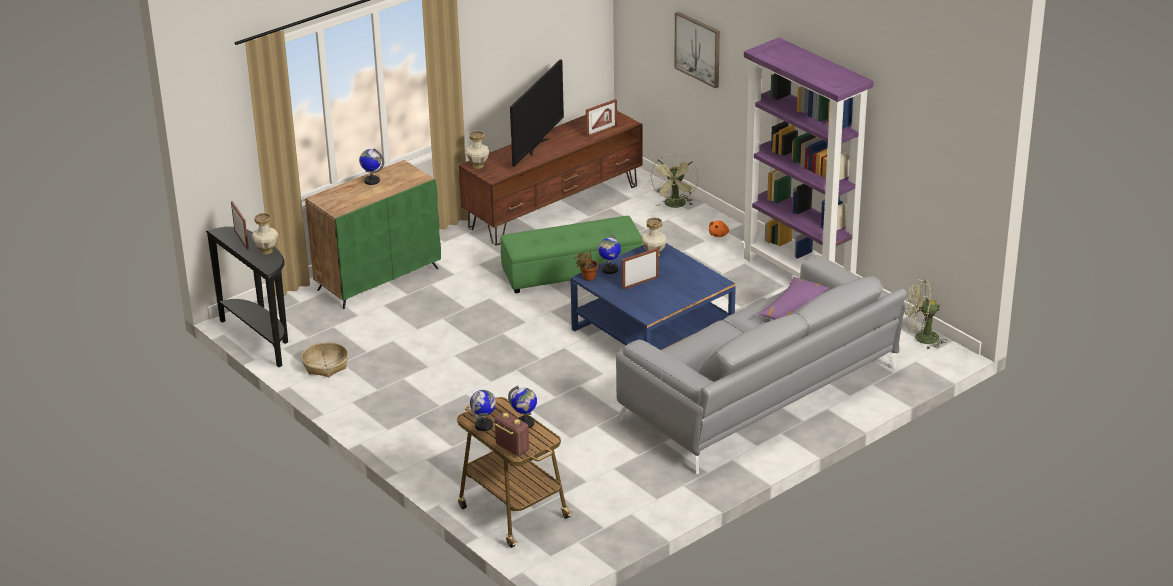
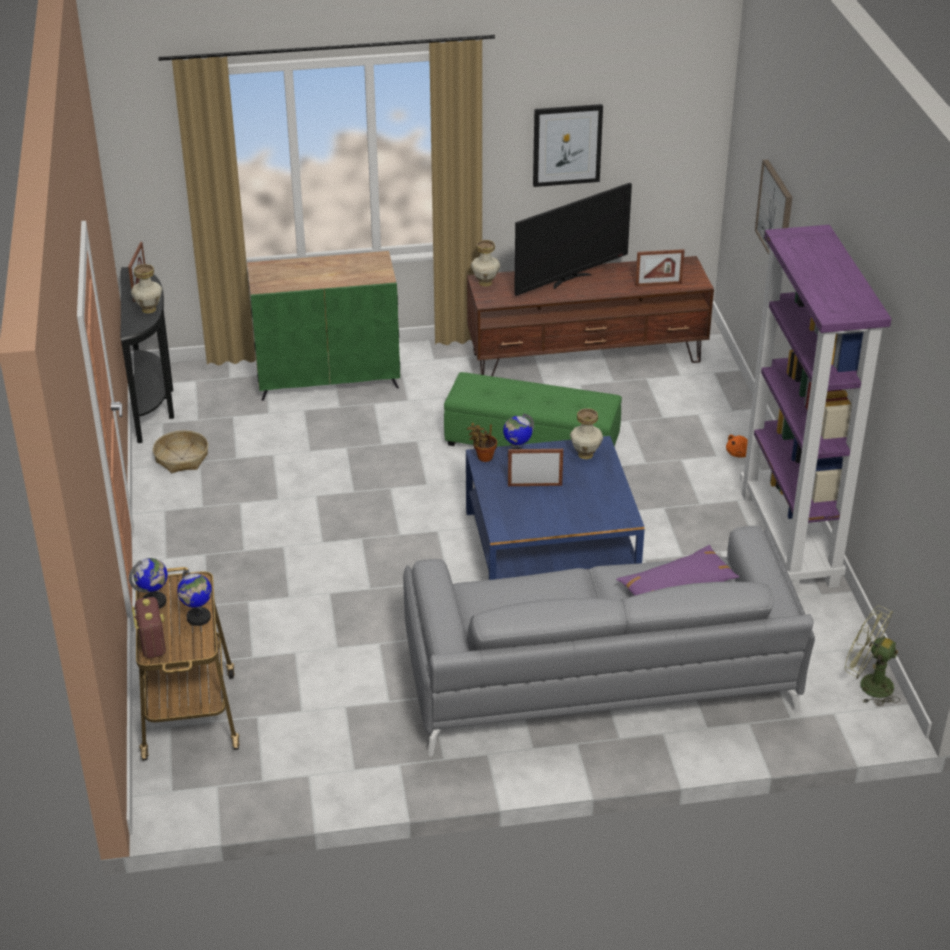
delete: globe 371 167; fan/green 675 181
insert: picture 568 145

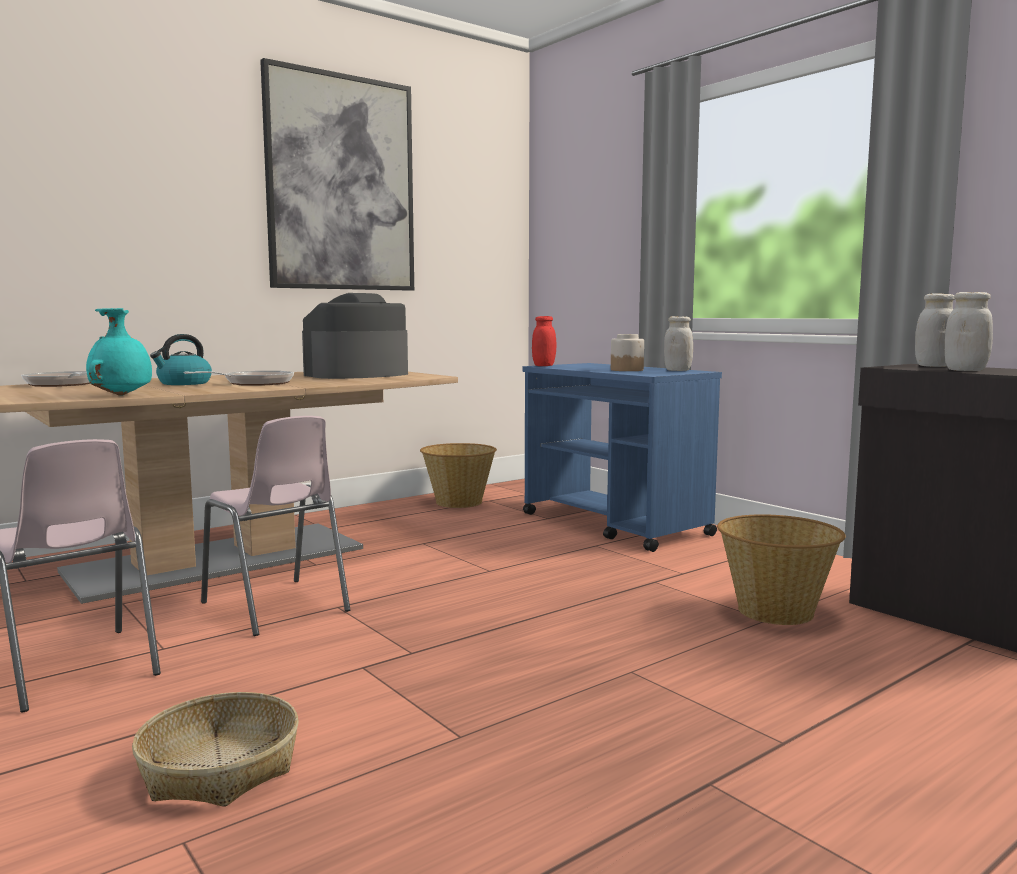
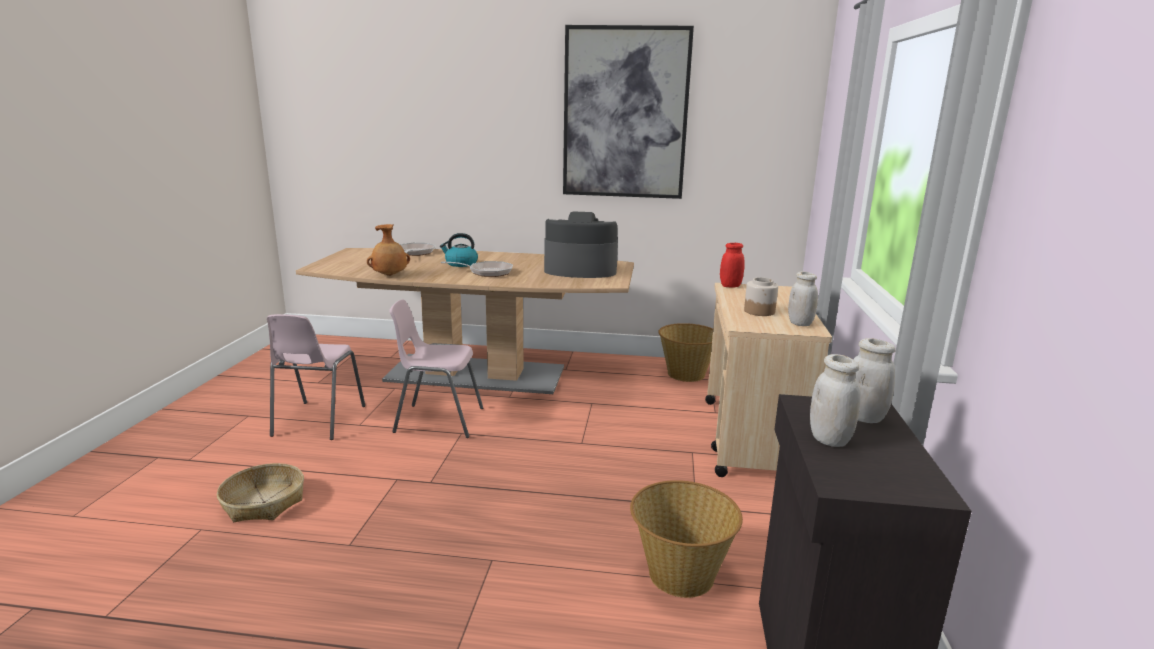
recolor: vase/turquoise 119 352 to vase/brown 388 250; cart/blue 622 457 to cart/beige 768 380
rotate: chair/pink 275 526 = 436 368 90 degrees clockwise

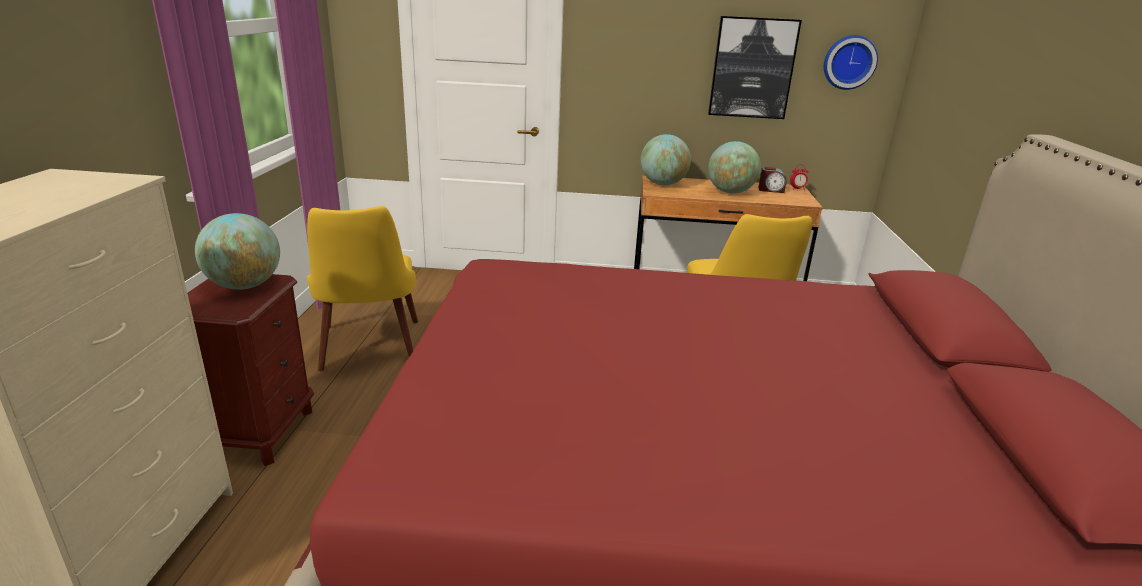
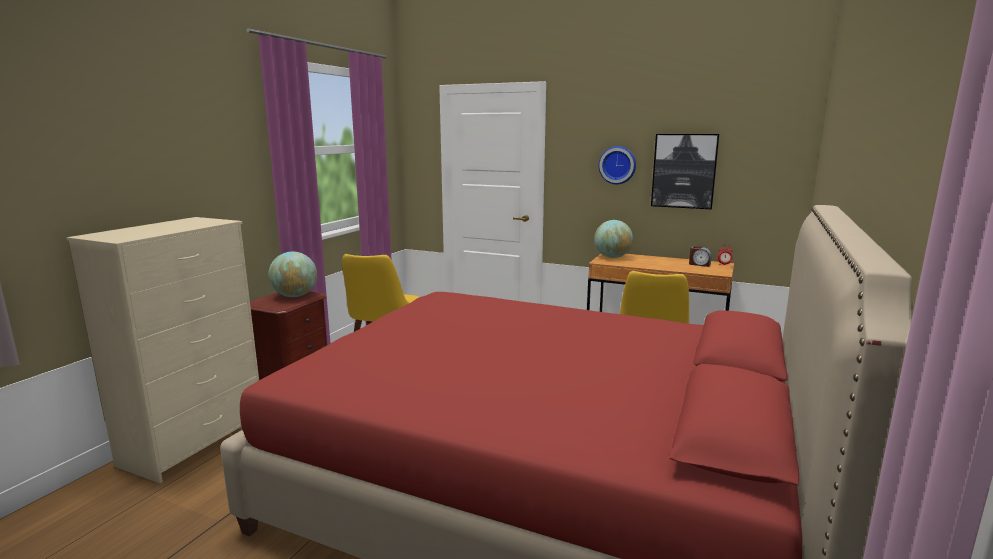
delete: globe 734 167
move: wall clock 851 62 to 617 165

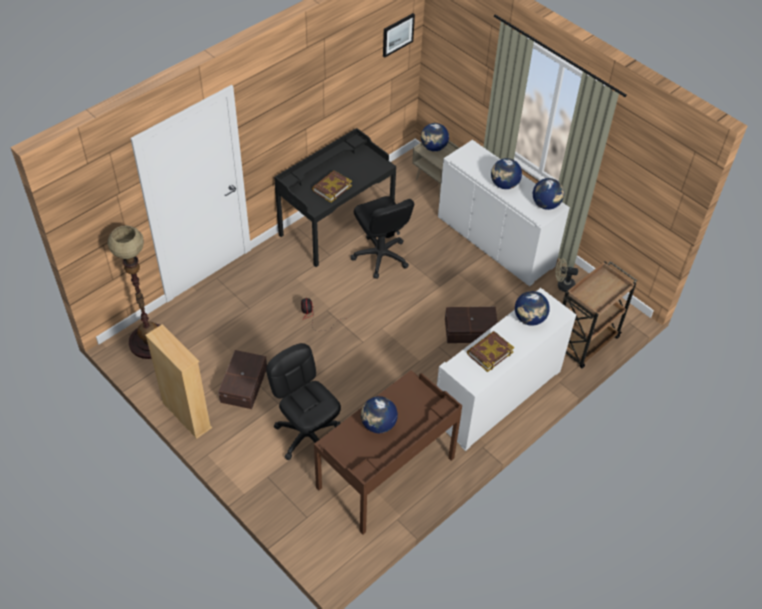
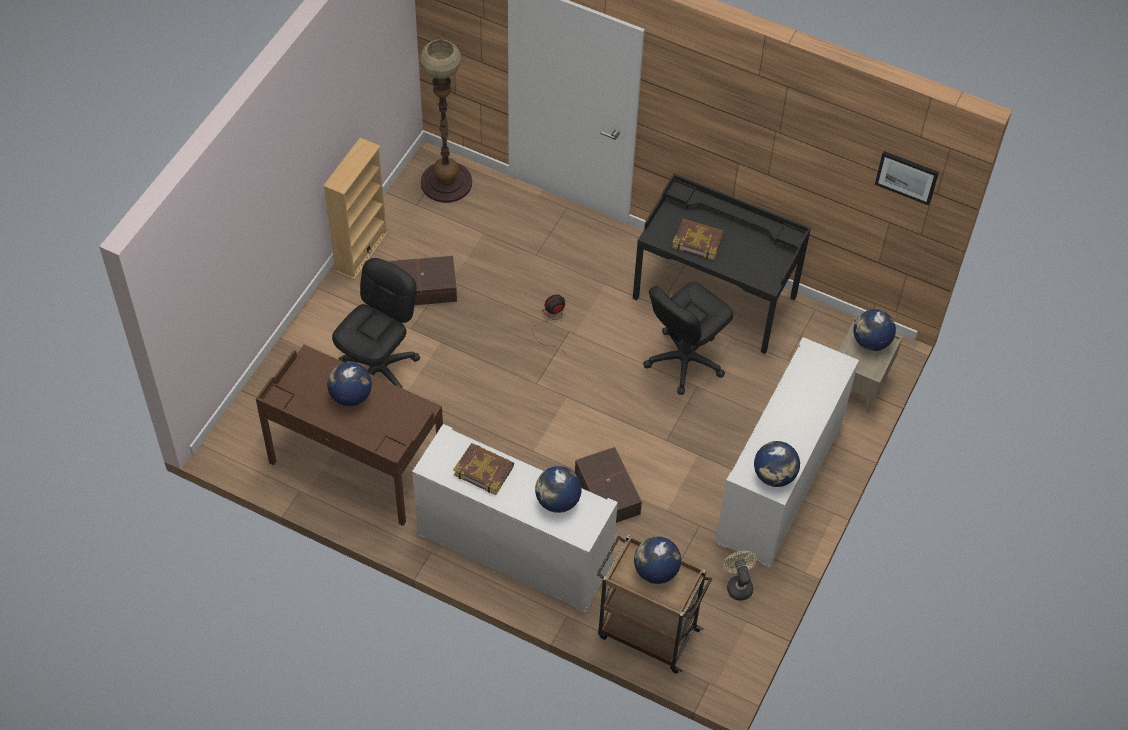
move: globe 506 173 to 657 560

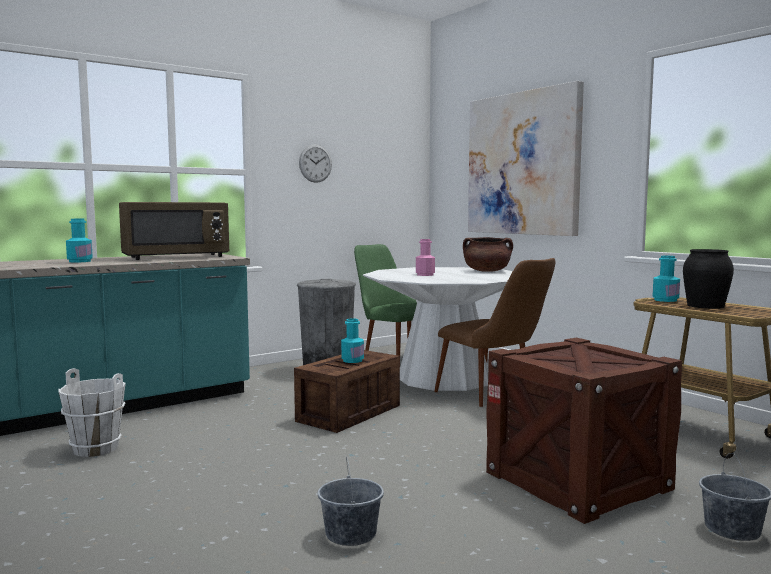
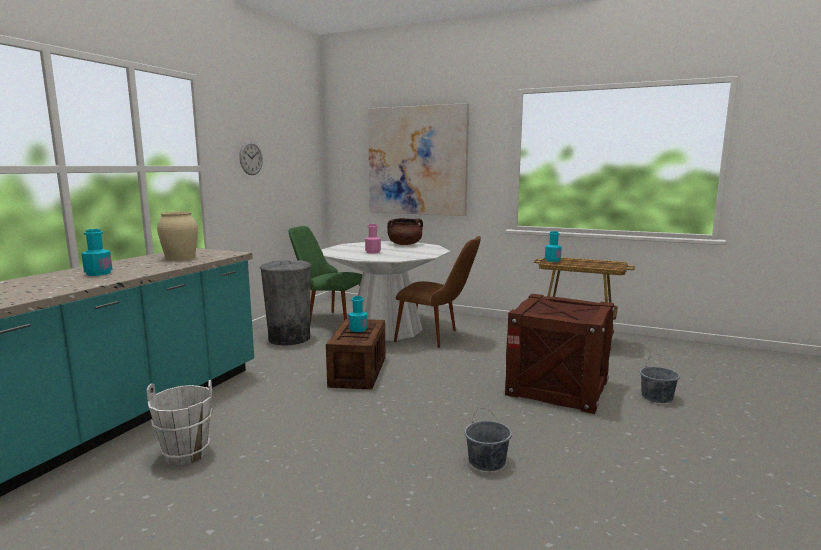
delete: vase/black 708 279
replace: microwave/brown 174 231 to vase/beige 177 236

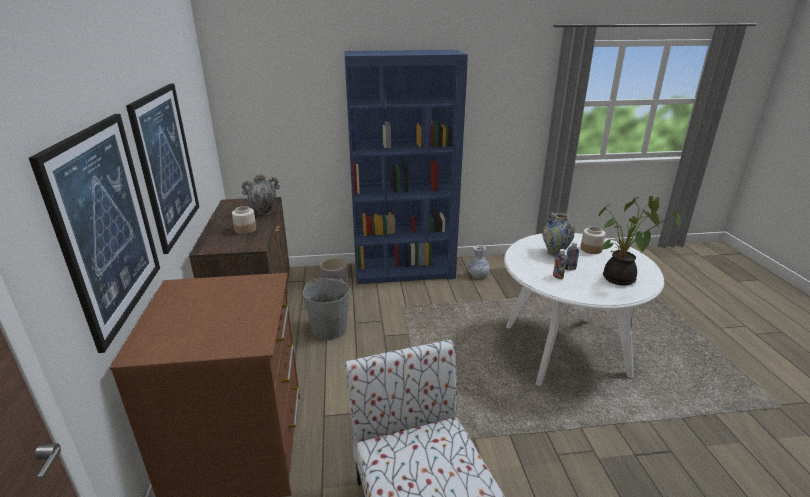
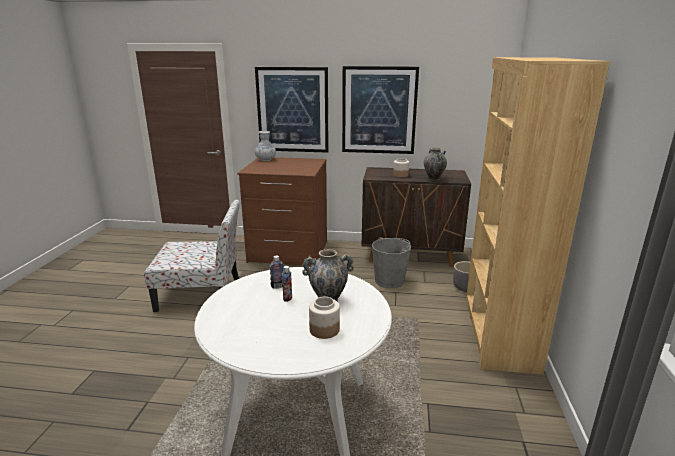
delete: potted plant 639 241
move: vase 478 261 to 265 146
recolor: bookcase/blue 406 167 to bookcase/brown 538 216

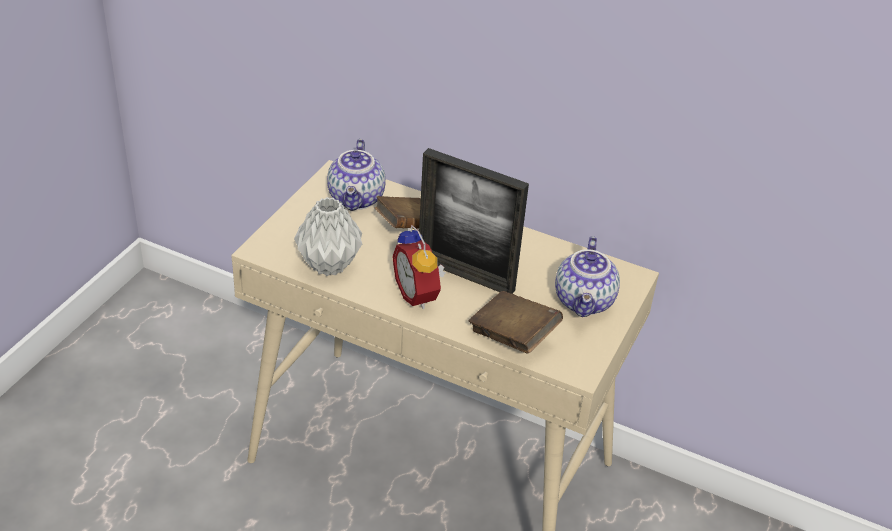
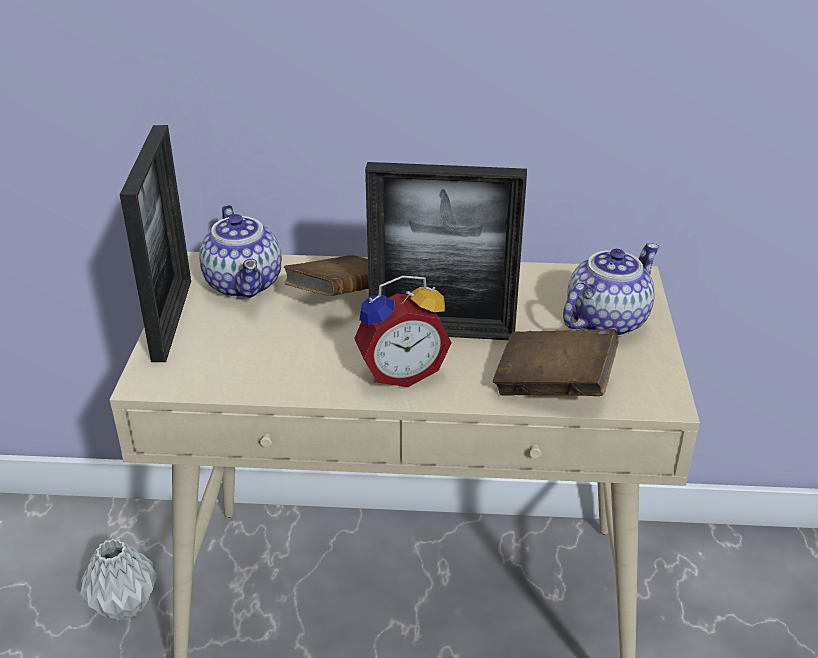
insert: picture frame 155 243
move: vase/grey 328 236 to 118 580
rotate: alarm clock 418 267 = 403 331 60 degrees counterclockwise; teapot 587 276 = 611 290 120 degrees counterclockwise

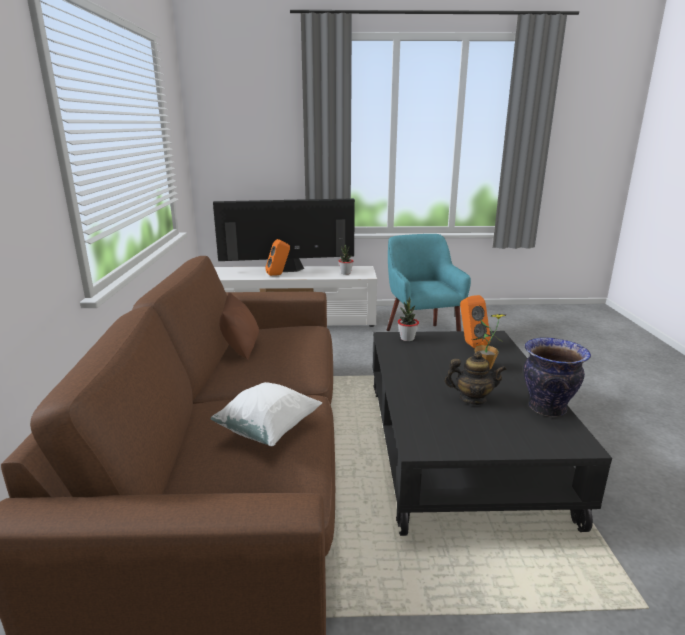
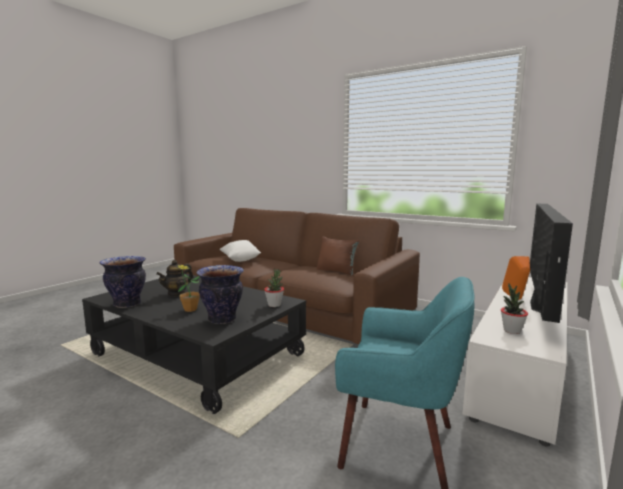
replace: speaker/orange 475 322 to vase 220 294

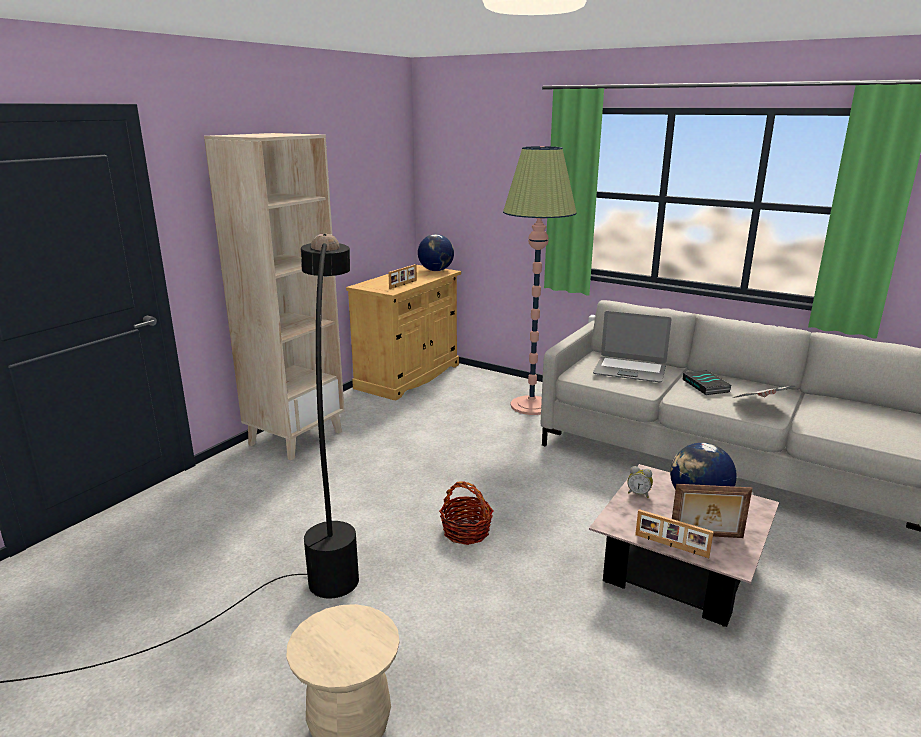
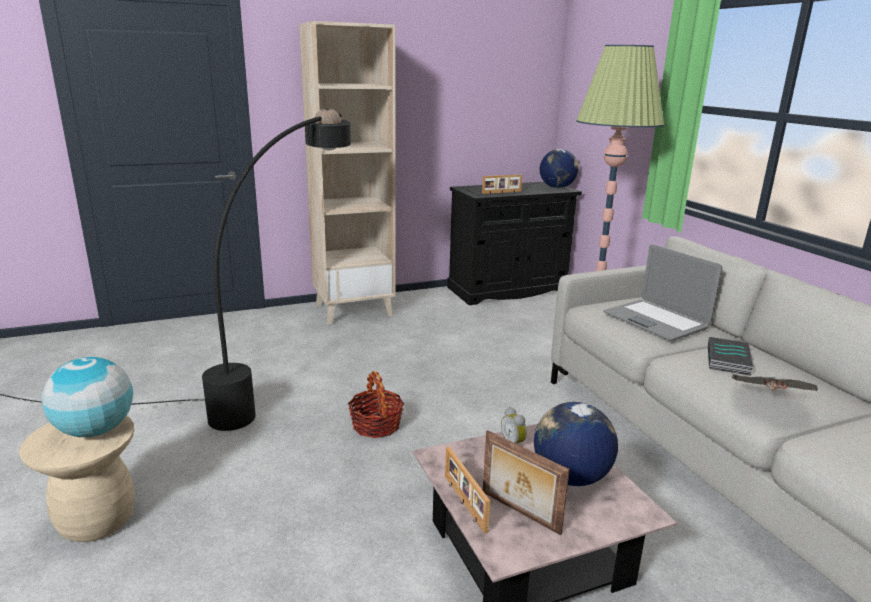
insert: globe 87 397
recolor: cabinet/beige 403 333 to cabinet/black 514 243

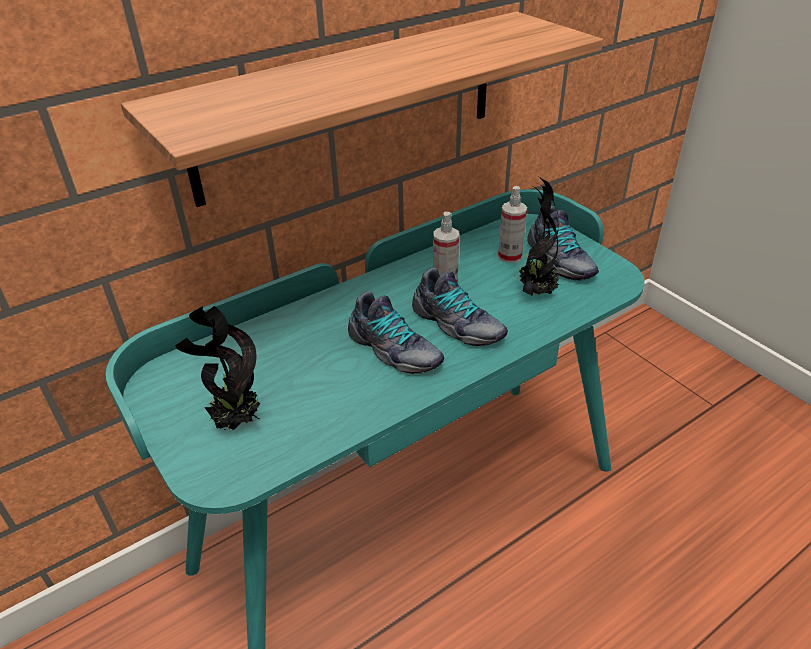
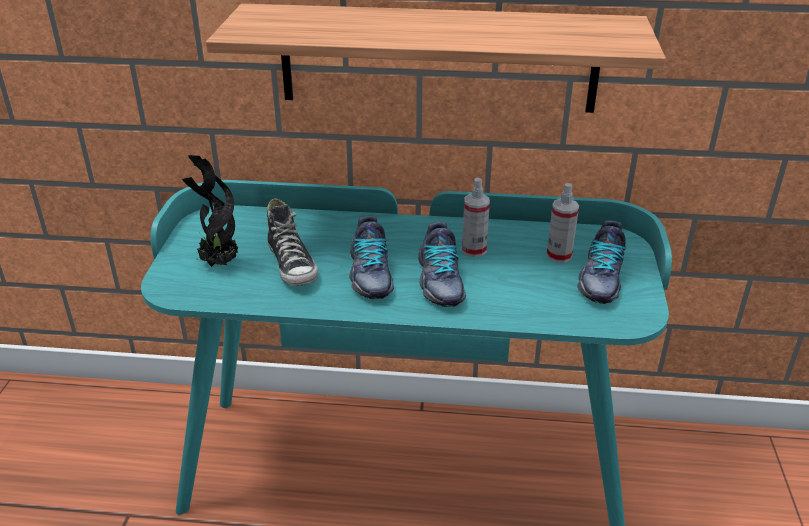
delete: potted plant 537 236
insert: shoe 292 242

